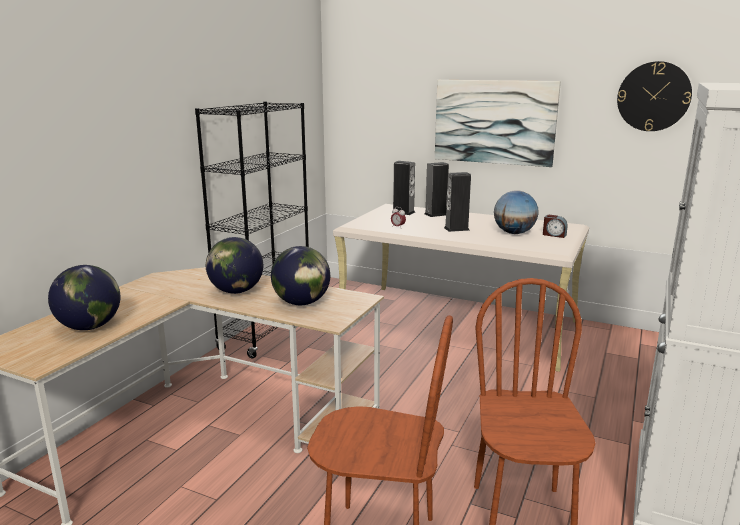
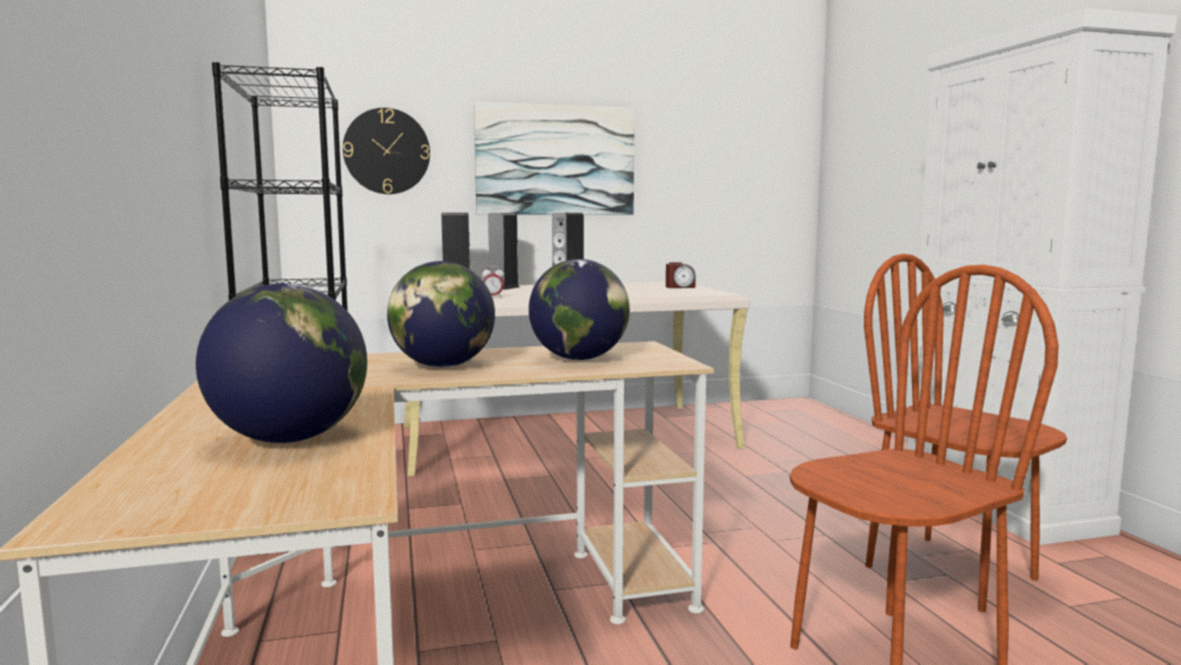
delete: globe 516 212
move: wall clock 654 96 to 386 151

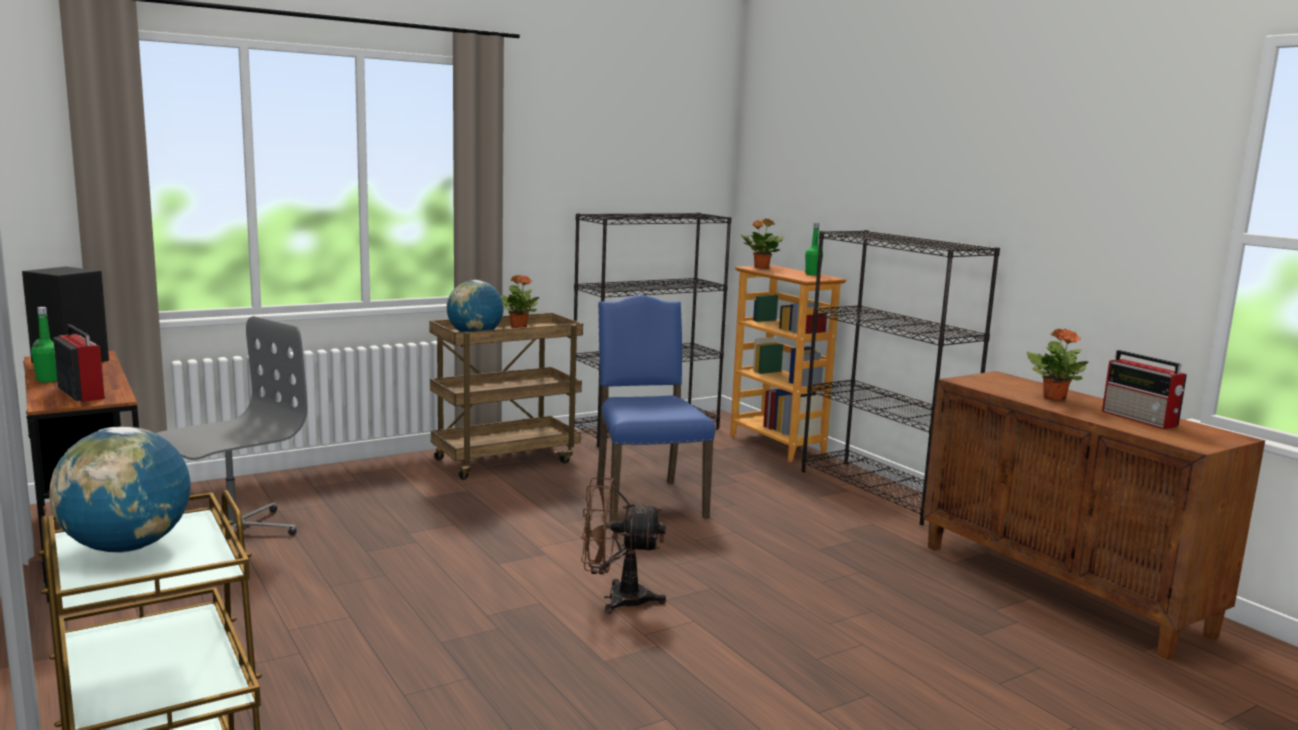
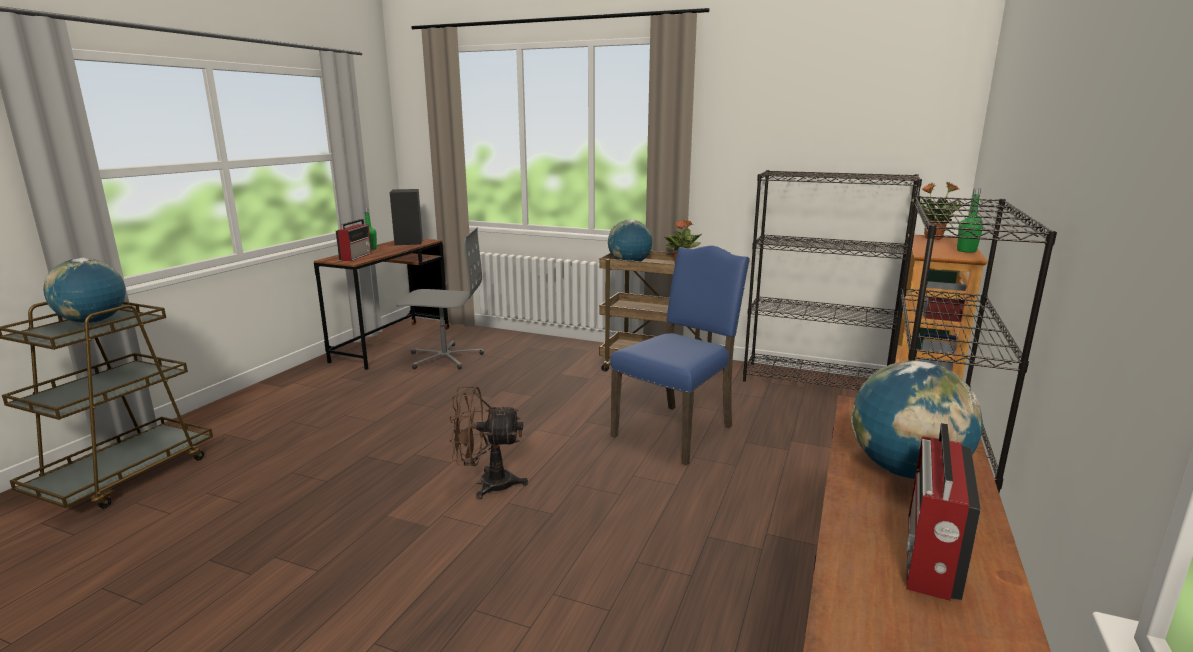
replace: potted plant 1057 364 to globe 917 420
rotate: fan/brown 623 545 = 488 443 60 degrees counterclockwise

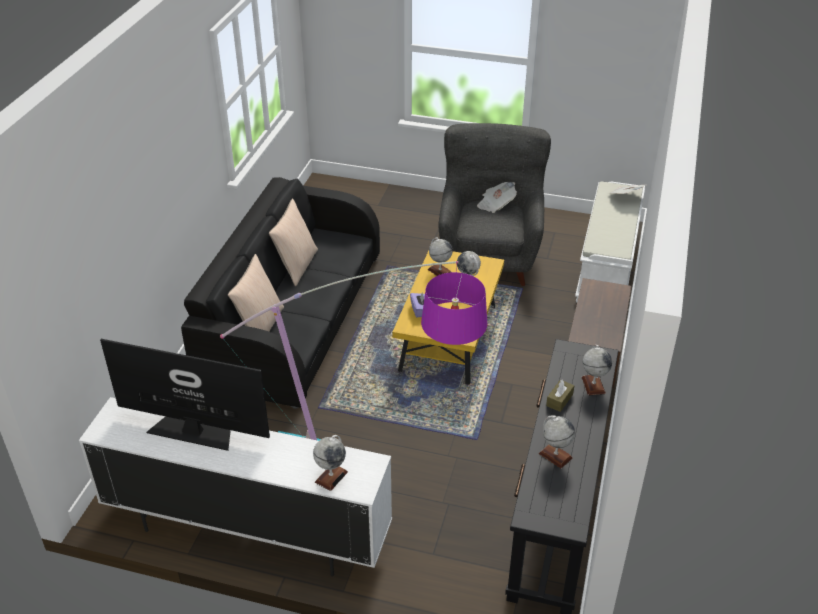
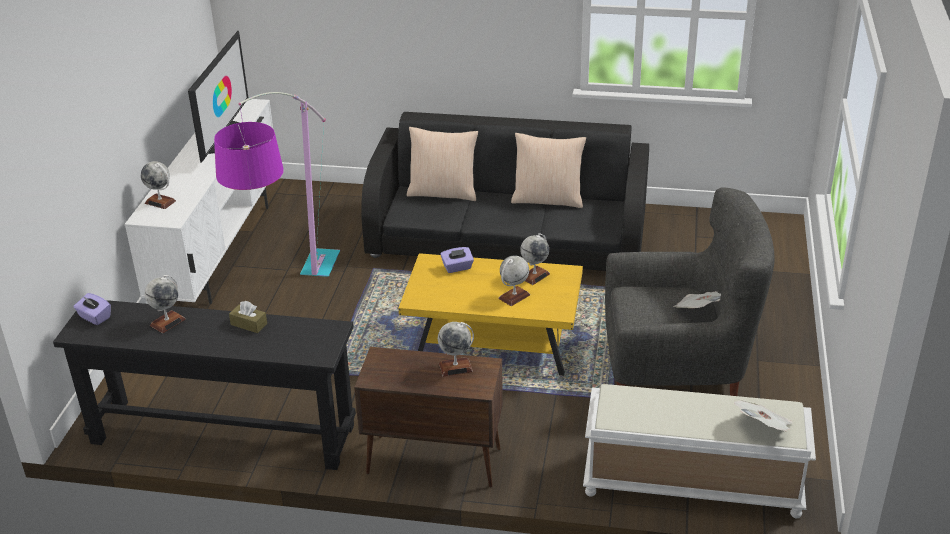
insert: tissue box/purple 92 309
move: globe 597 370 to 456 349

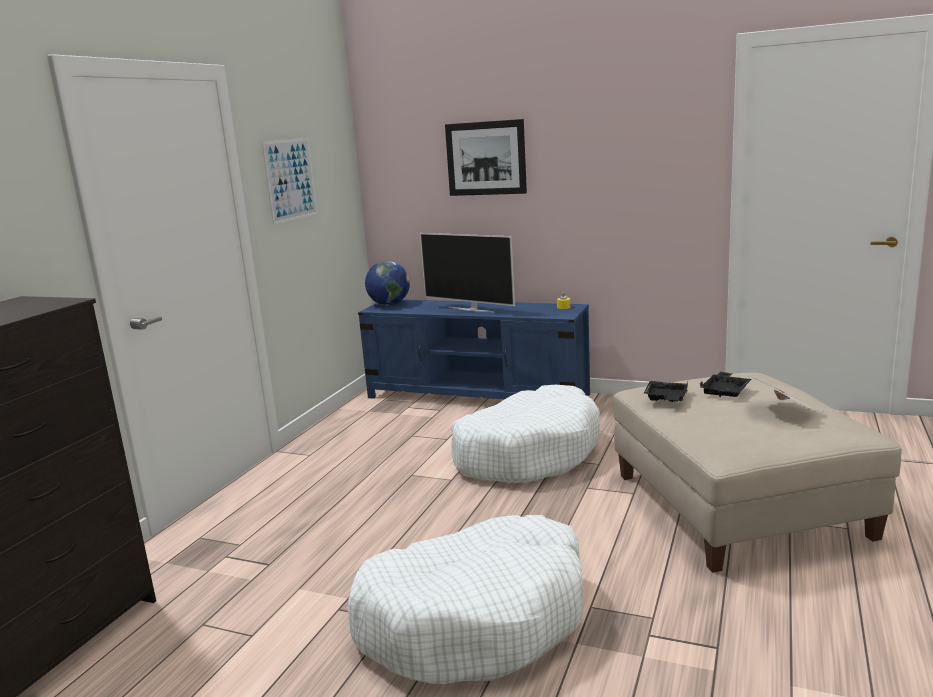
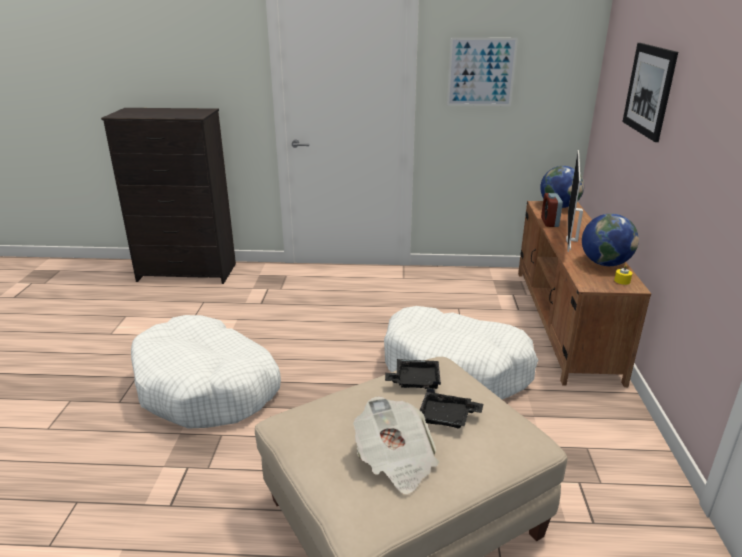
insert: alarm clock 552 210; globe 610 239
recolor: tv stand/blue 474 349 to tv stand/brown 584 294

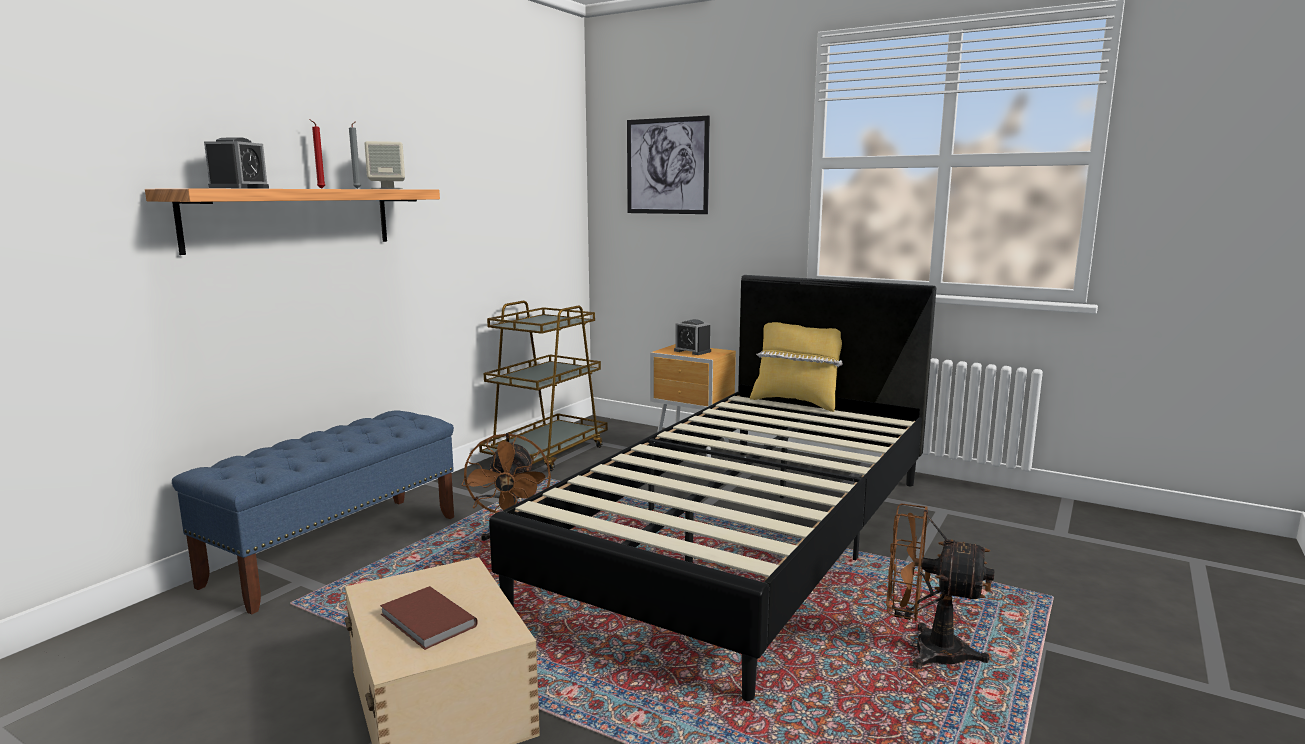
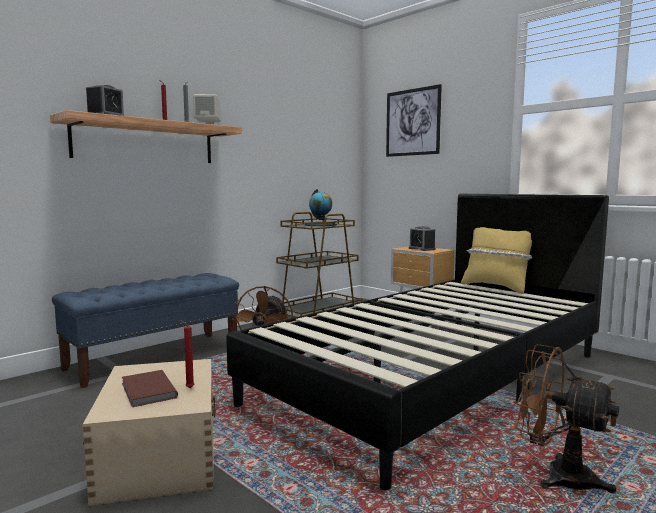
insert: candle/red 187 354; globe 321 207

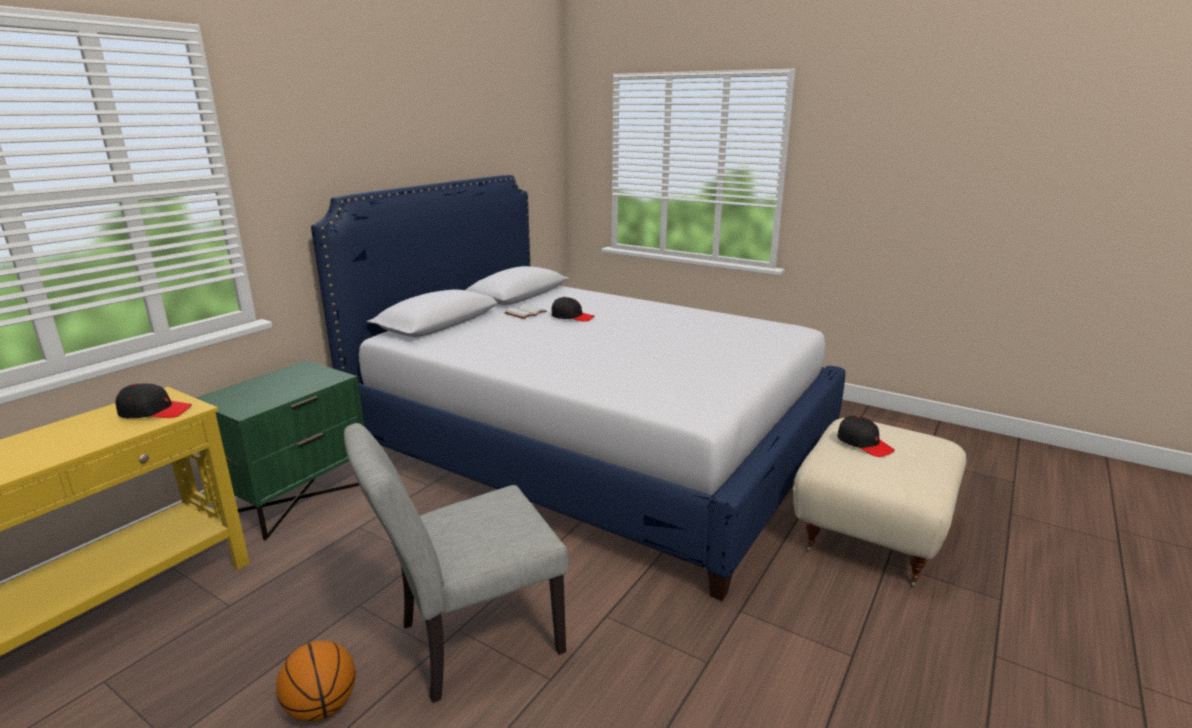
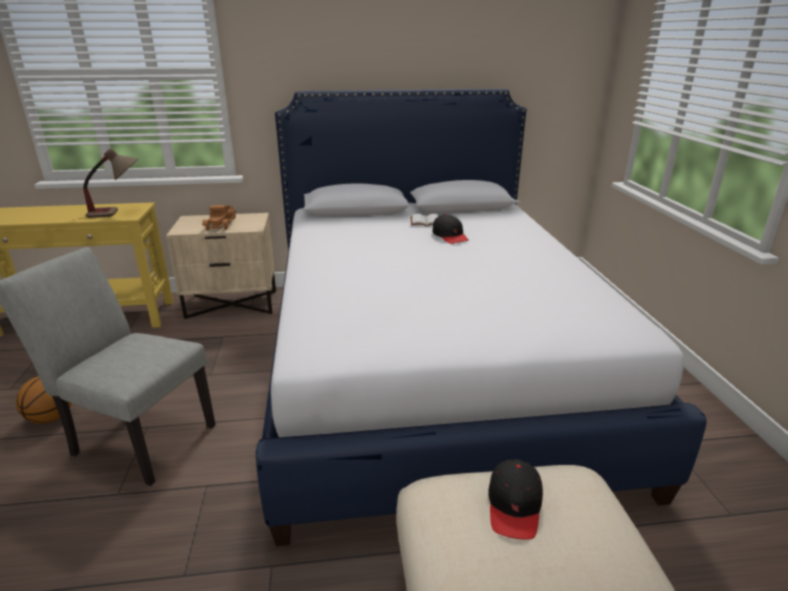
insert: toy truck 219 217
replace: cap/black 153 401 to table lamp 110 183
recolor: nightstand/green 280 450 to nightstand/beige 221 266

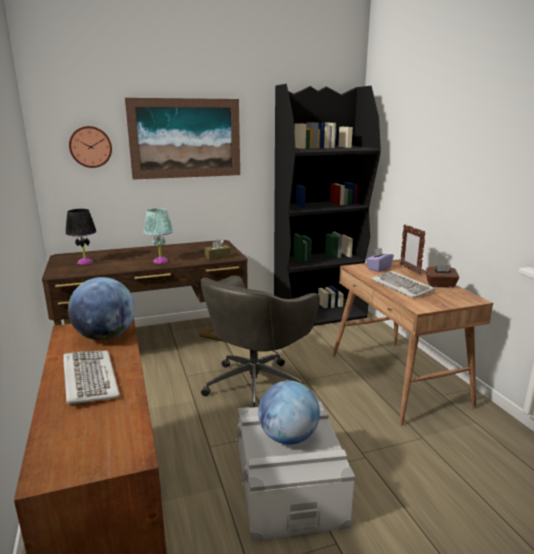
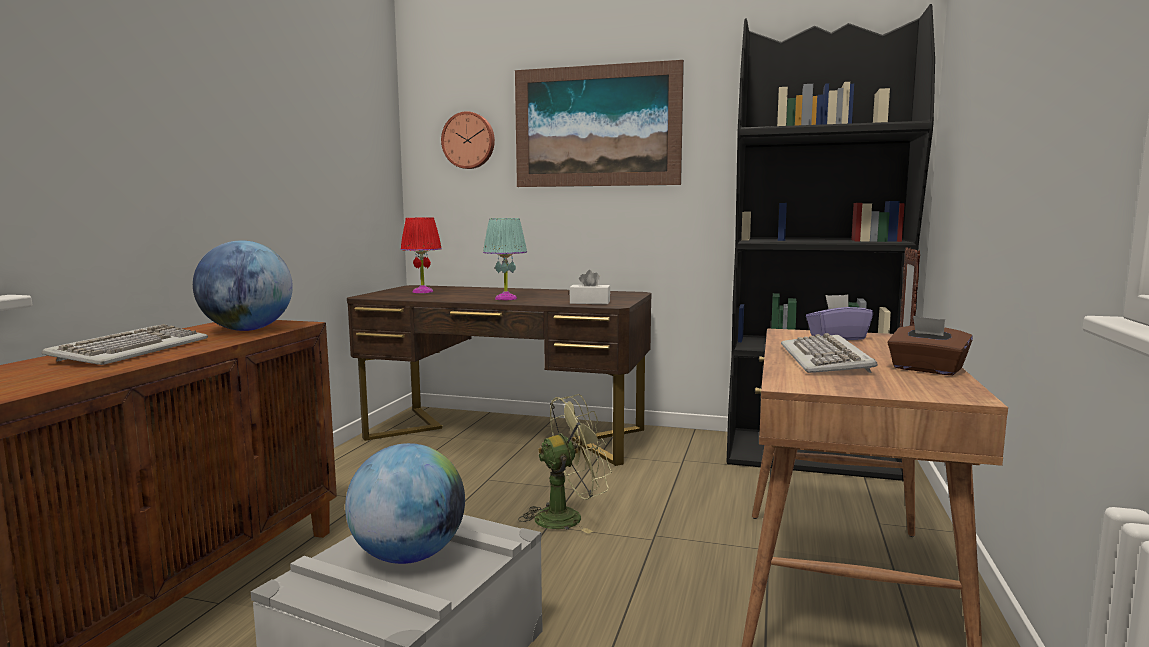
replace: office chair/grey 260 341 to fan/green 565 464
recolor: table lamp/black 81 237 to table lamp/red 421 255; tissue box/brown 218 249 to tissue box/white 589 287

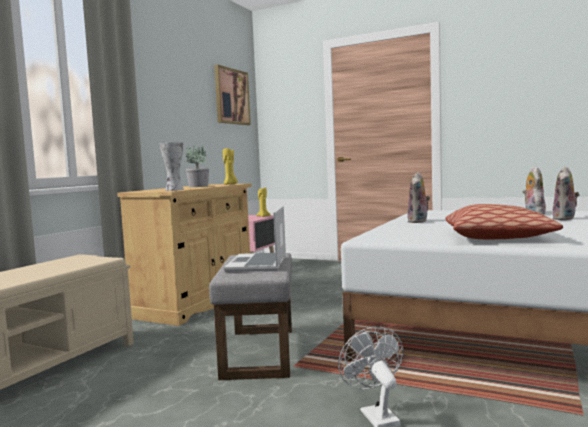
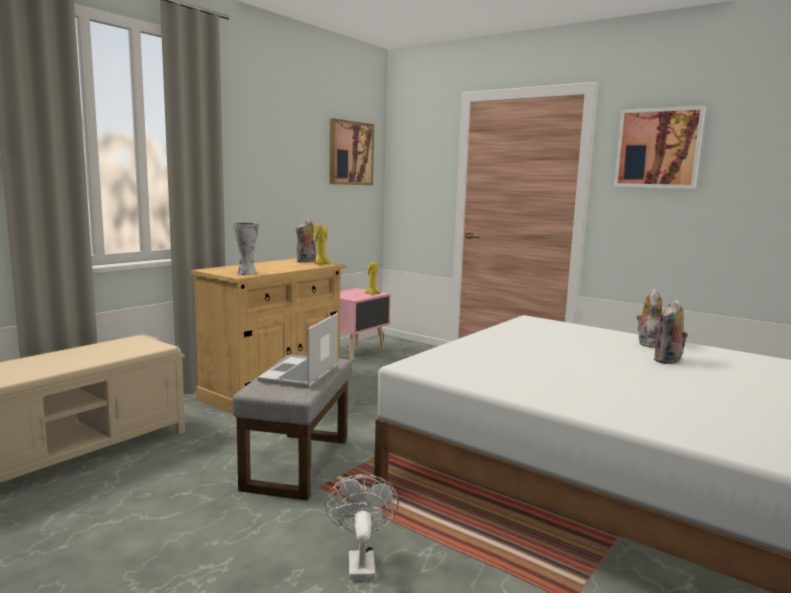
delete: potted plant 197 166; pillow 504 221
insert: picture 660 147
move: plush toy 418 197 to 306 241

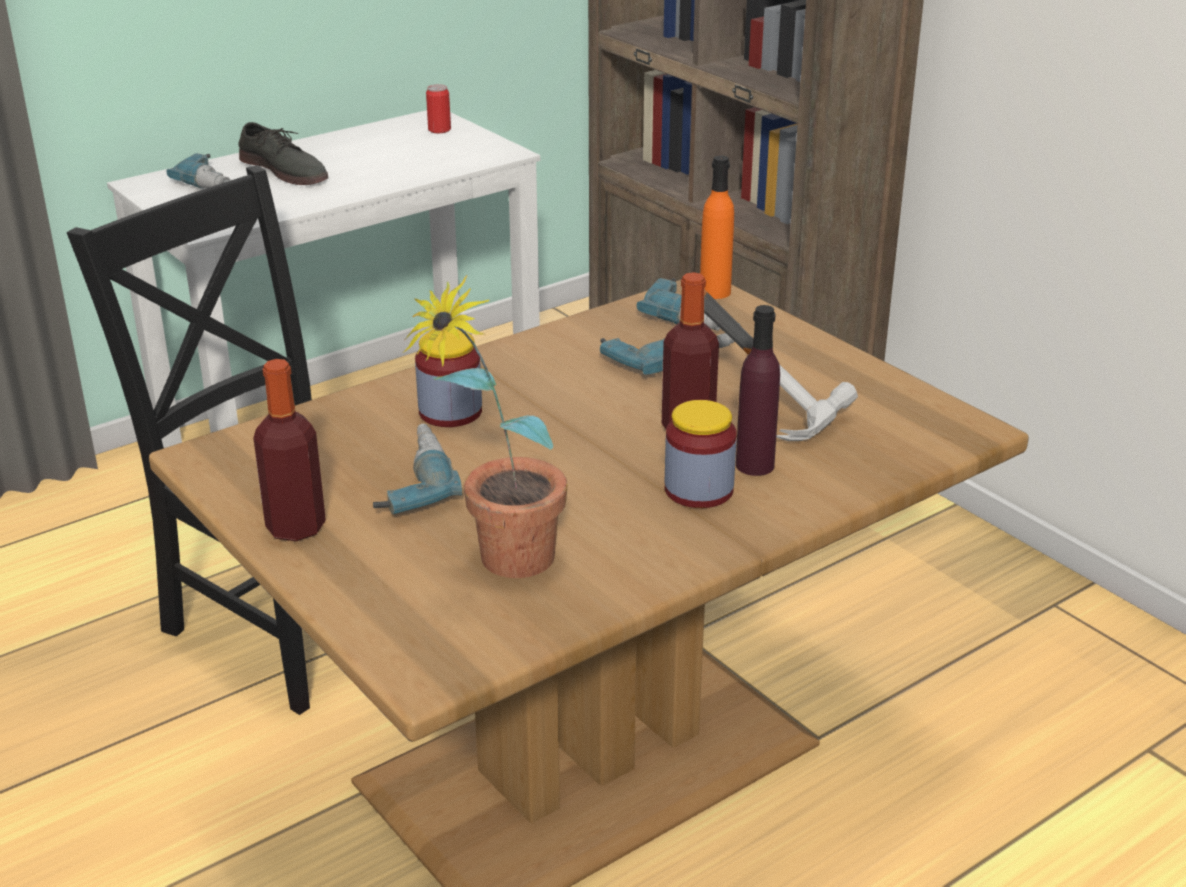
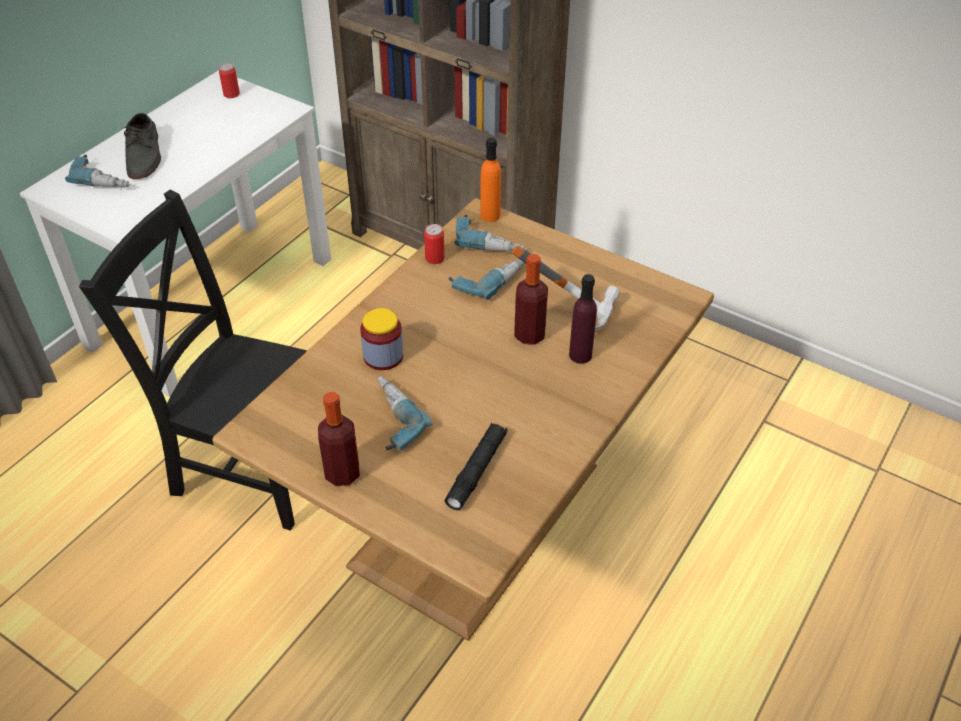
delete: jar 700 454
insert: can 434 244
replace: potted plant 485 426 to flashlight/black 476 466
rotate: shoe/grey 283 153 = 142 146 60 degrees clockwise

